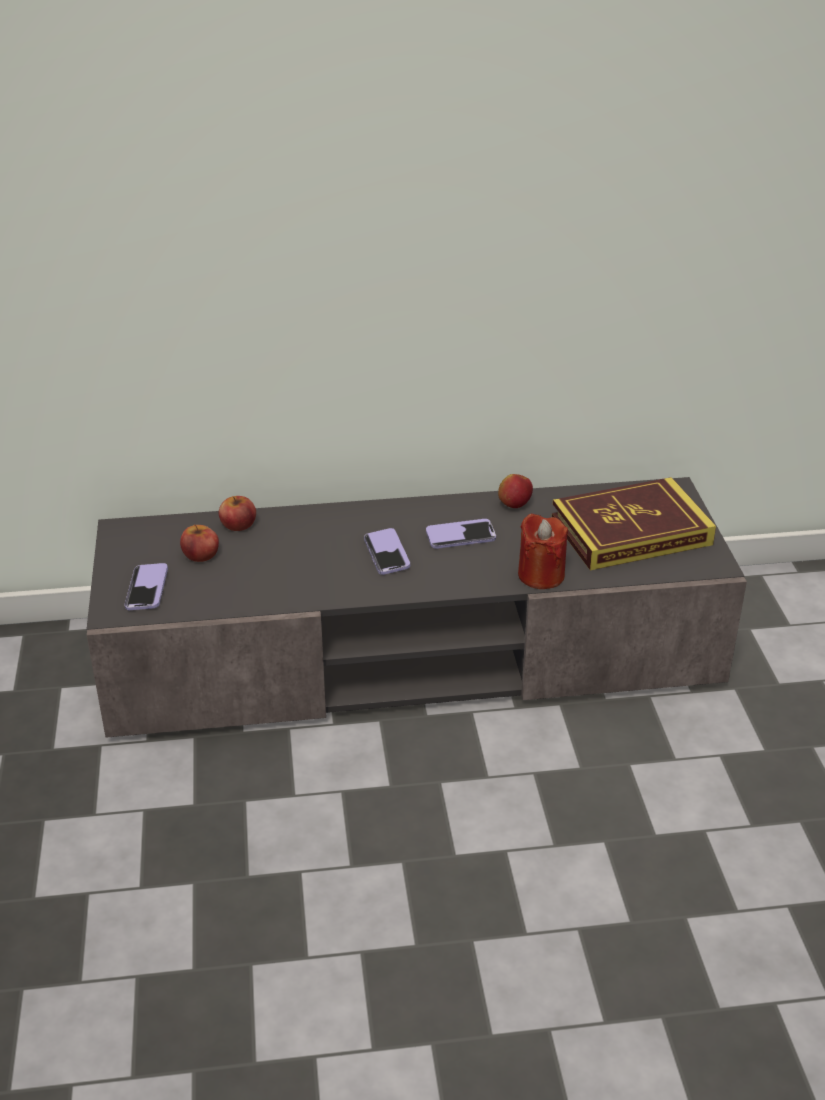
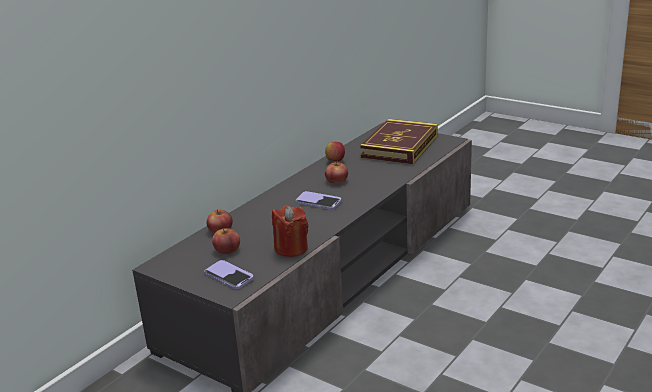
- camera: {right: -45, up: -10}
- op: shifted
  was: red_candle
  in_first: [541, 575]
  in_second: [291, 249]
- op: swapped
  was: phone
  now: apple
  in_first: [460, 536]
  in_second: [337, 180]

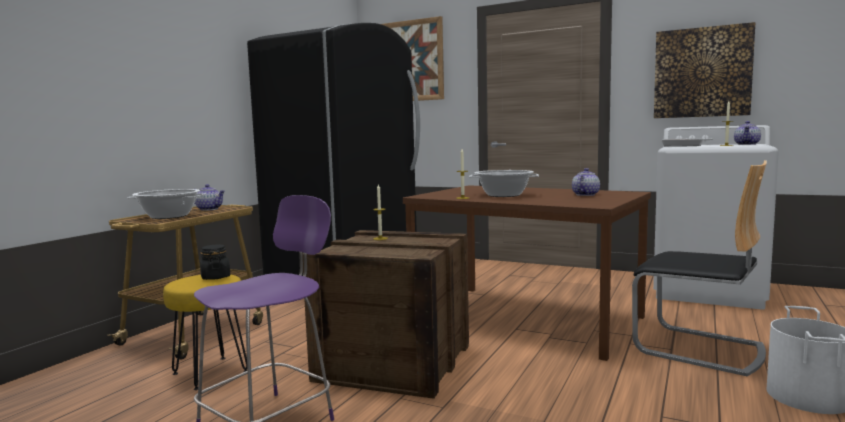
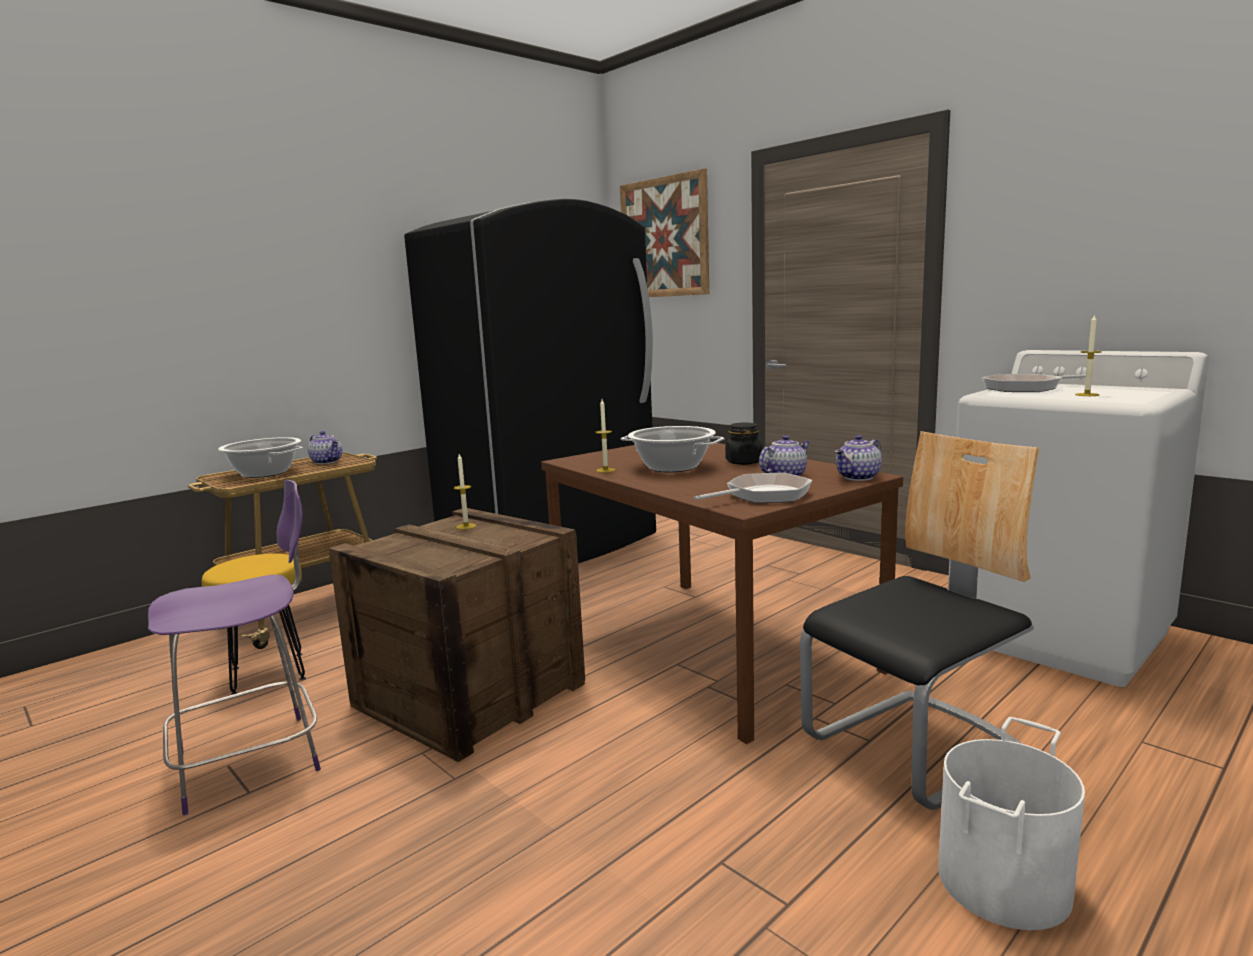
- camera: {right: 20, up: 5}
- op: gone
  was: picture
  in_first: [702, 72]
- op: new
  now: frying_pan
  in_second: [763, 495]
- op: shifted
  was: black_jar
  in_first: [215, 277]
  in_second: [743, 462]
- op: shifted
  was: teapot
  in_first: [747, 144]
  in_second: [858, 477]
- op: rotated
  was: chair
  in_first: [699, 348]
  in_second: [916, 747]
  clockwise: -90

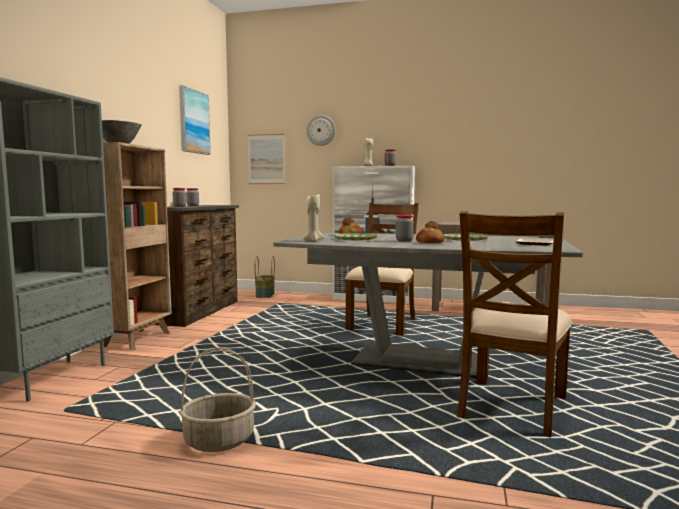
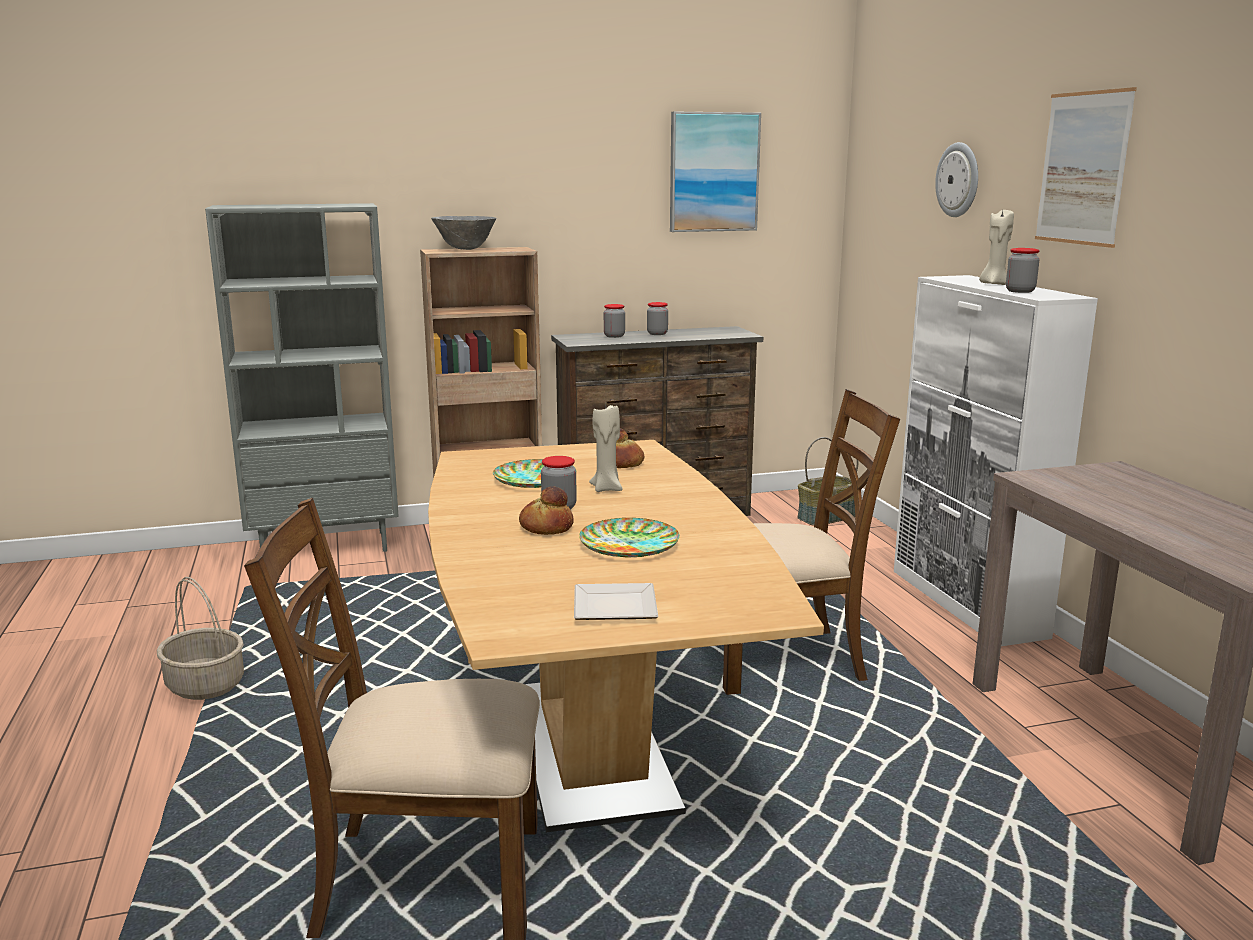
- camera: {right: 60, up: 10}
- op: shifted
  was: picture
  in_first: [266, 159]
  in_second: [1083, 168]
- op: shifted
  was: beige_candle
  in_first: [312, 240]
  in_second: [607, 488]
- op: repainted
  was: grey_dining_table
  now: brown_dining_table
  in_first: [421, 362]
  in_second: [591, 747]

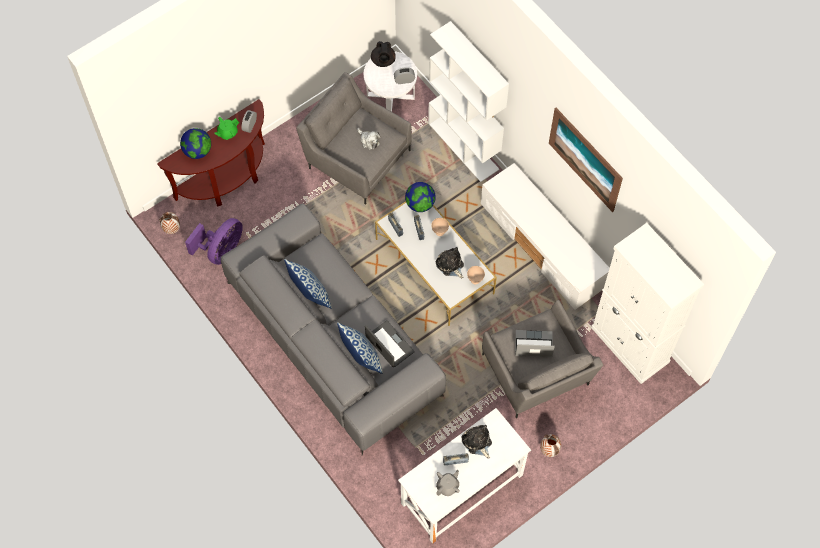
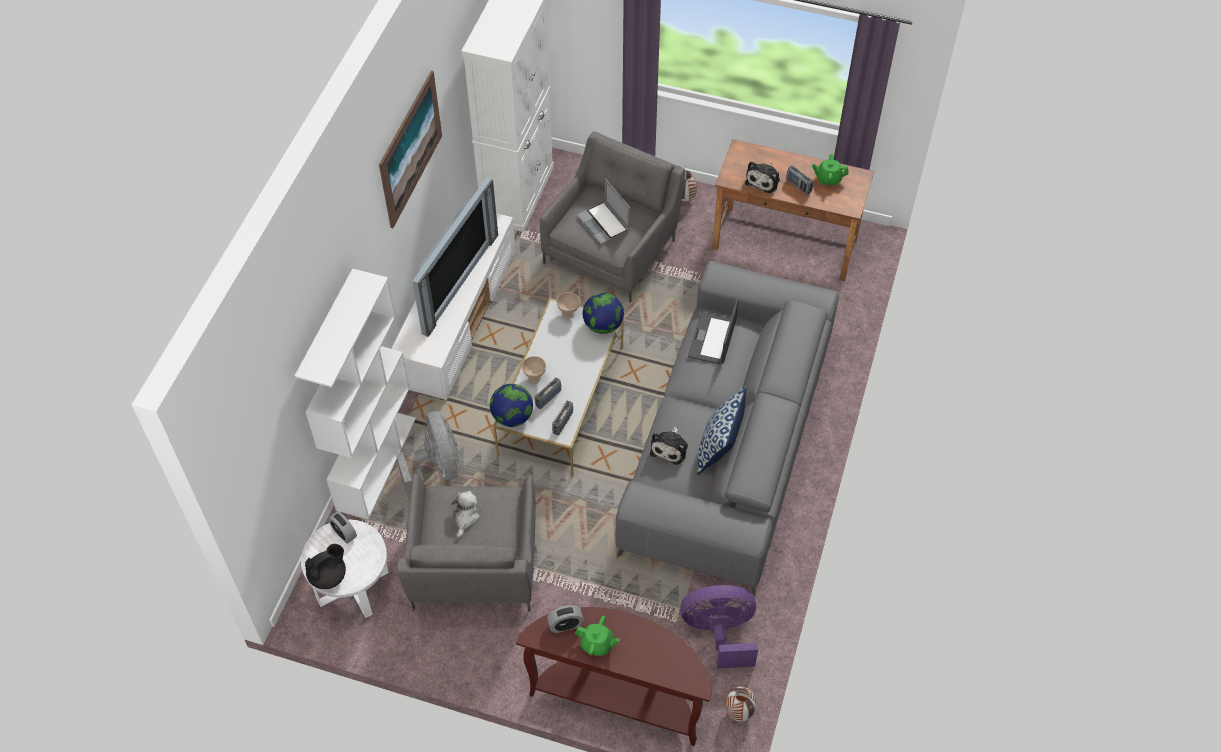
- camera: {right: -125, up: -10}
- op: gone
  was: pillow
  in_first: [361, 357]
- op: new
  now: grey_fan
  in_second: [436, 469]
- op: new
  now: television
  in_second: [456, 281]
- op: shifted
  was: globe
  in_first: [197, 151]
  in_second: [603, 325]
- op: shifted
  was: plush_toy
  in_first: [450, 265]
  in_second: [670, 448]
- op: repainted
  was: white_desk
  now: brown_desk
  in_first: [462, 490]
  in_second: [785, 242]
- op: repainted
  was: grey_teapot
  now: green_teapot
  in_first: [447, 486]
  in_second: [828, 179]

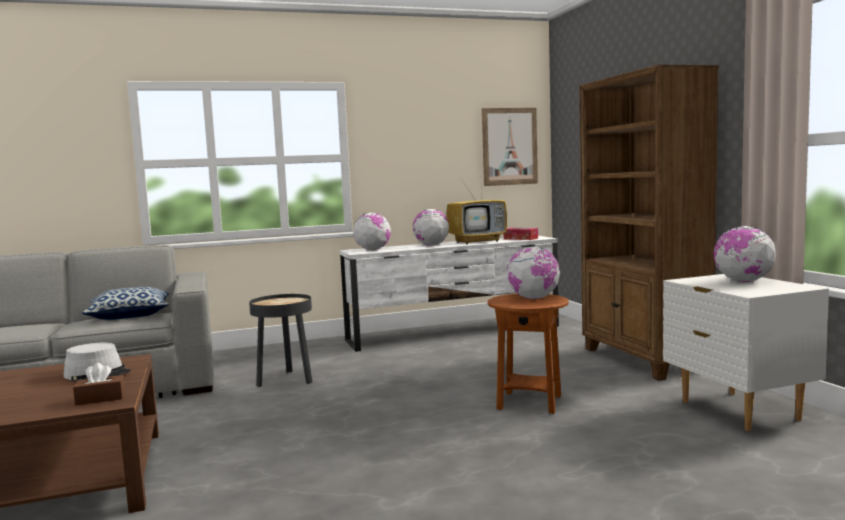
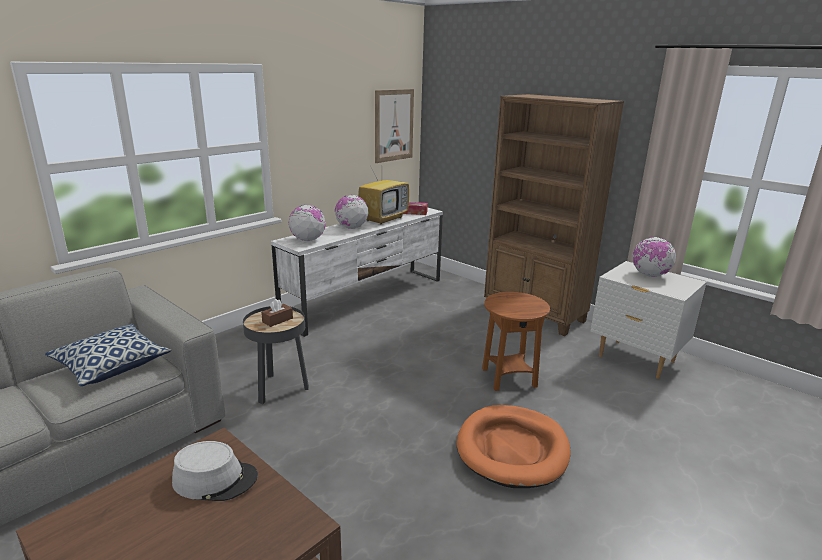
- camera: {right: -30, up: 15}
- op: gone
  was: globe
  in_first: [534, 298]
- op: new
  now: orange_dog_bed
  in_second: [512, 449]
- op: shifted
  was: brown_tissue_box
  in_first: [100, 398]
  in_second: [277, 320]

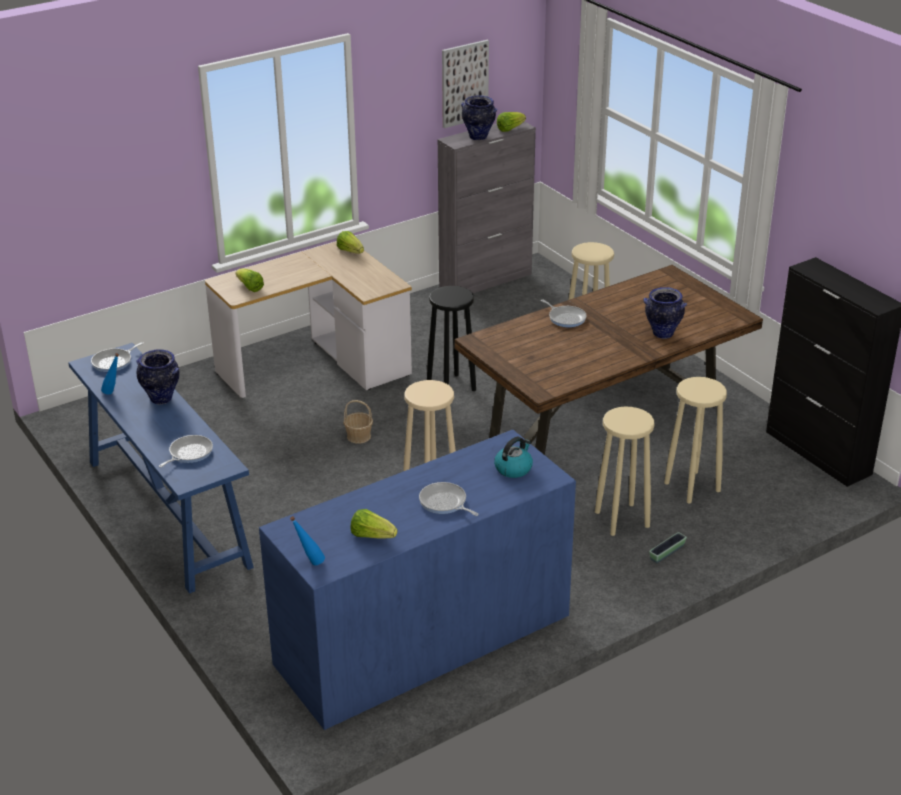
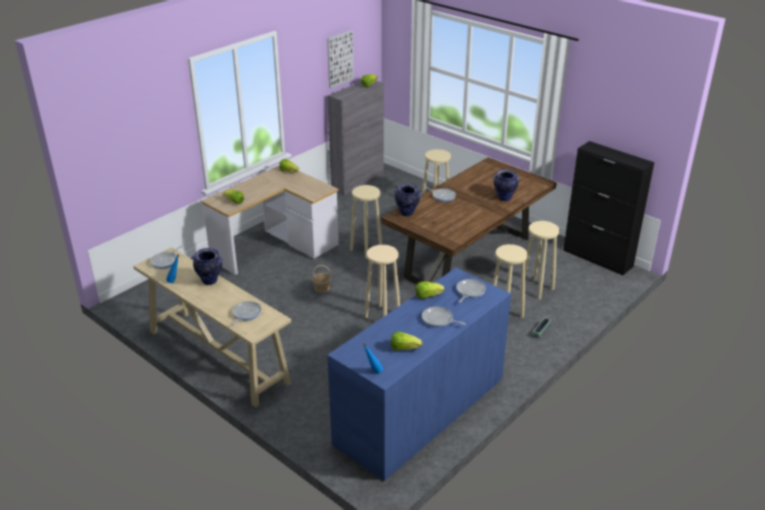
- camera: {right: -15, up: 0}
- op: new
  now: lettuce
  in_second: [427, 296]
- op: shifted
  was: vase
  in_first: [479, 137]
  in_second: [407, 213]
- op: swapped
  was: kettle
  now: frying_pan
  in_first: [513, 468]
  in_second: [469, 291]
- op: repainted
  was: blue_console_table
  now: beige_console_table
  in_first: [167, 512]
  in_second: [217, 356]
- op: repainted
  was: black_stool
  now: beige_stool
  in_first: [452, 387]
  in_second: [366, 249]

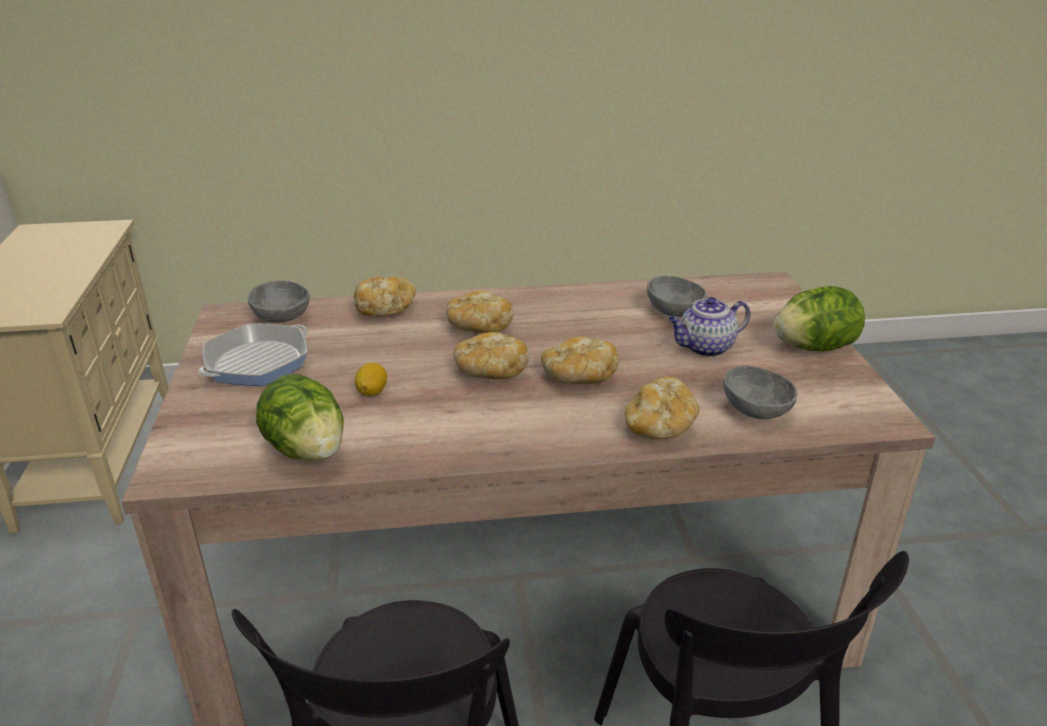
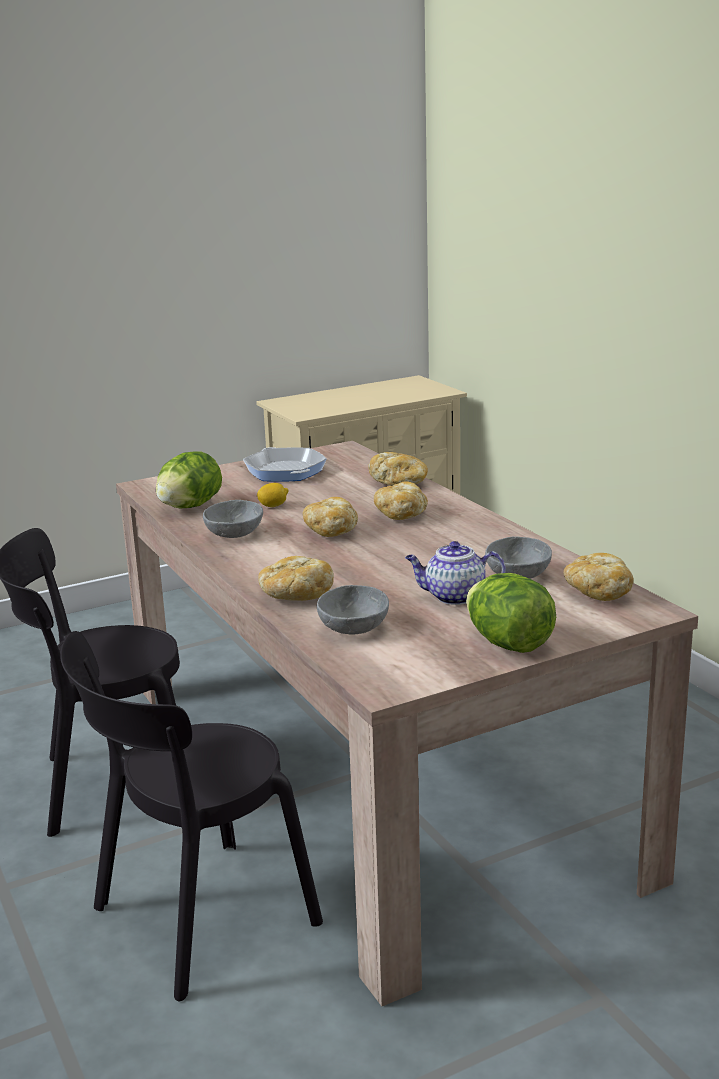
- camera: {right: 70, up: -10}
- op: shifted
  was: grey_bowl
  in_first: [283, 316]
  in_second: [235, 534]
- op: shifted
  was: bread
  in_first: [578, 377]
  in_second: [597, 593]
- op: rotated
  was: frying_pan
  in_first: [257, 362]
  in_second: [285, 471]
  clockwise: 45
- op: rotated
  was: teapot
  in_first: [705, 348]
  in_second: [453, 597]
  clockwise: -45

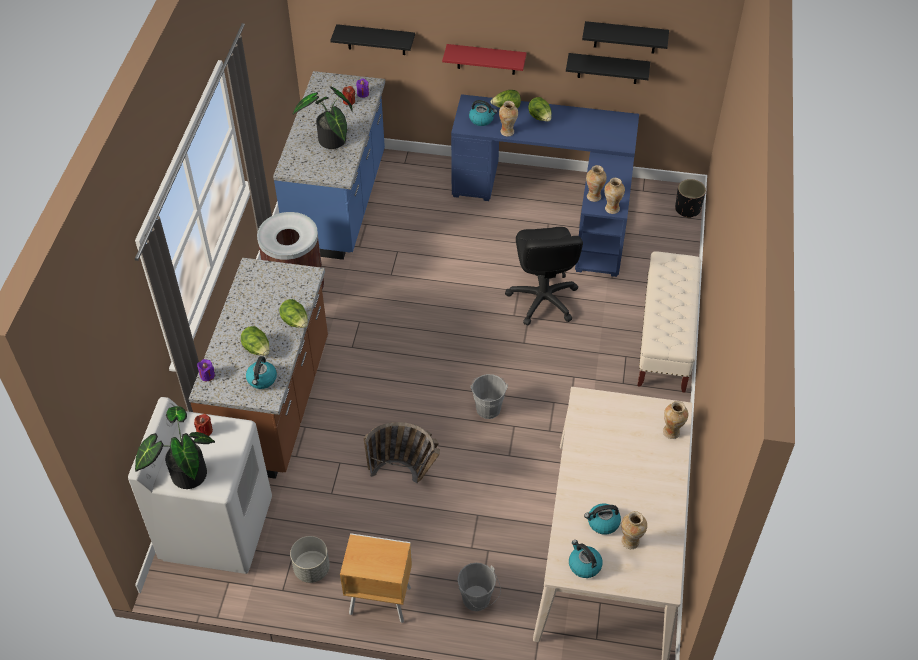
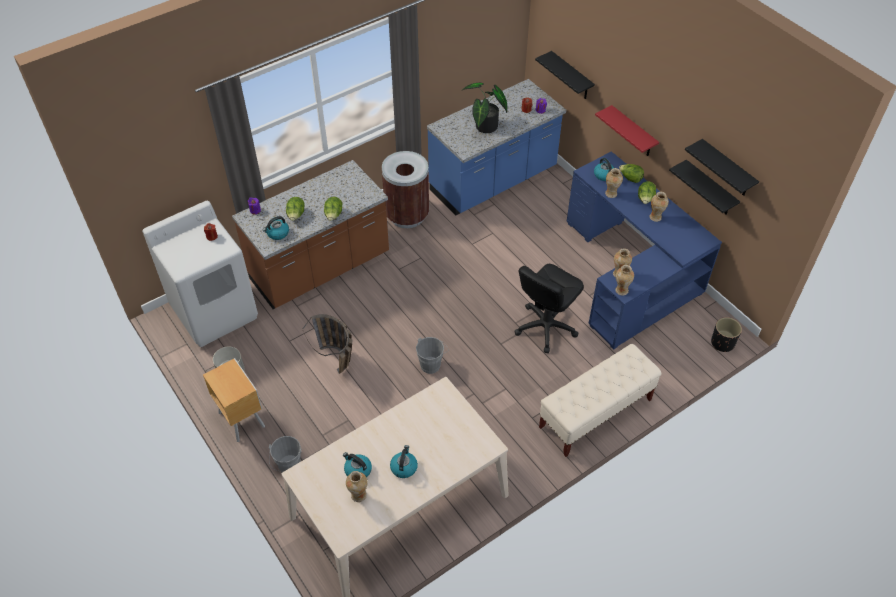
- camera: {right: 45, up: 0}
- op: gone
  was: potted_plant
  in_first: [184, 474]
- op: shifted
  was: kettle
  in_first: [584, 565]
  in_second: [404, 467]
- op: shifted
  was: vase
  in_first: [672, 432]
  in_second: [655, 217]

